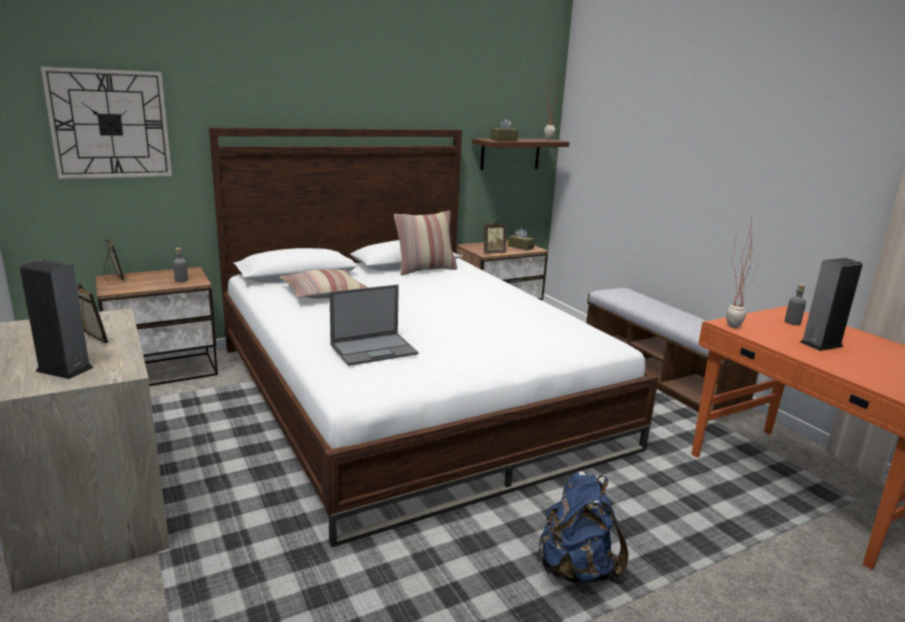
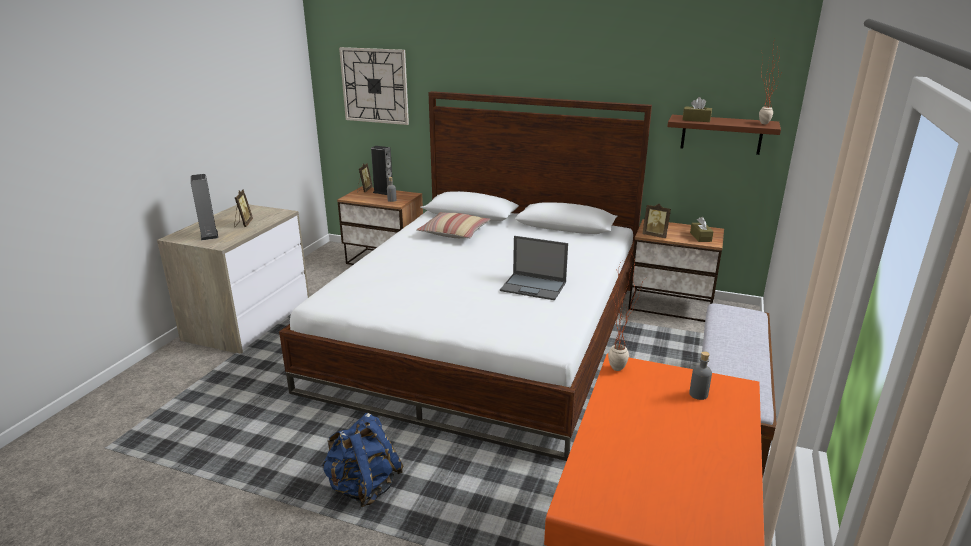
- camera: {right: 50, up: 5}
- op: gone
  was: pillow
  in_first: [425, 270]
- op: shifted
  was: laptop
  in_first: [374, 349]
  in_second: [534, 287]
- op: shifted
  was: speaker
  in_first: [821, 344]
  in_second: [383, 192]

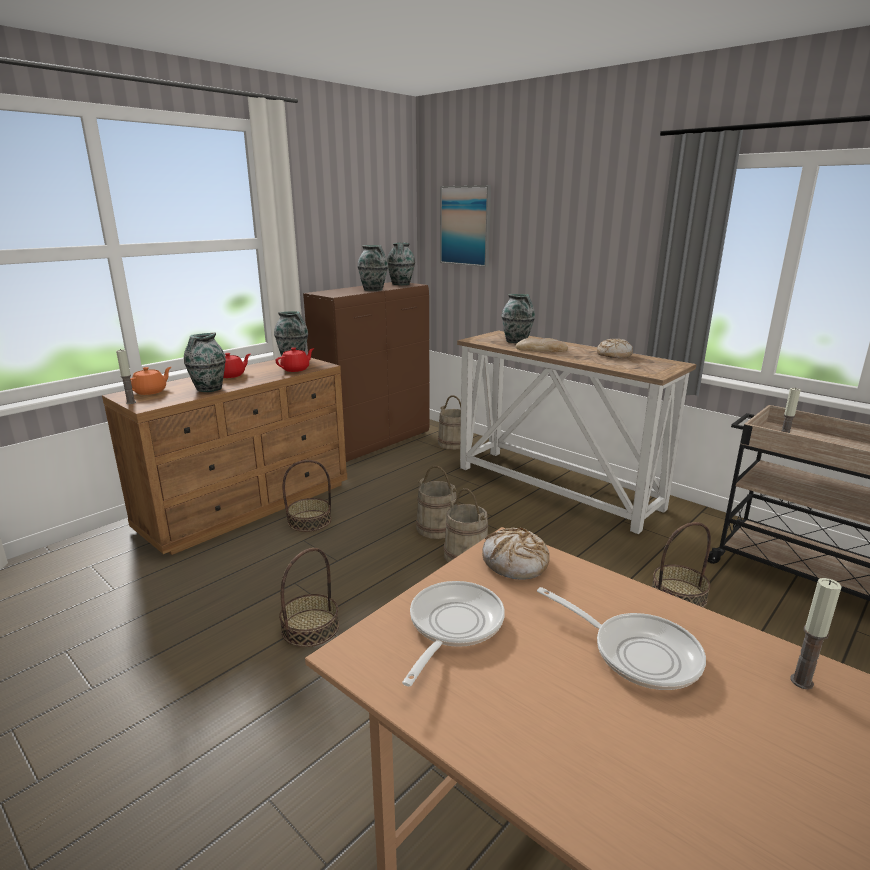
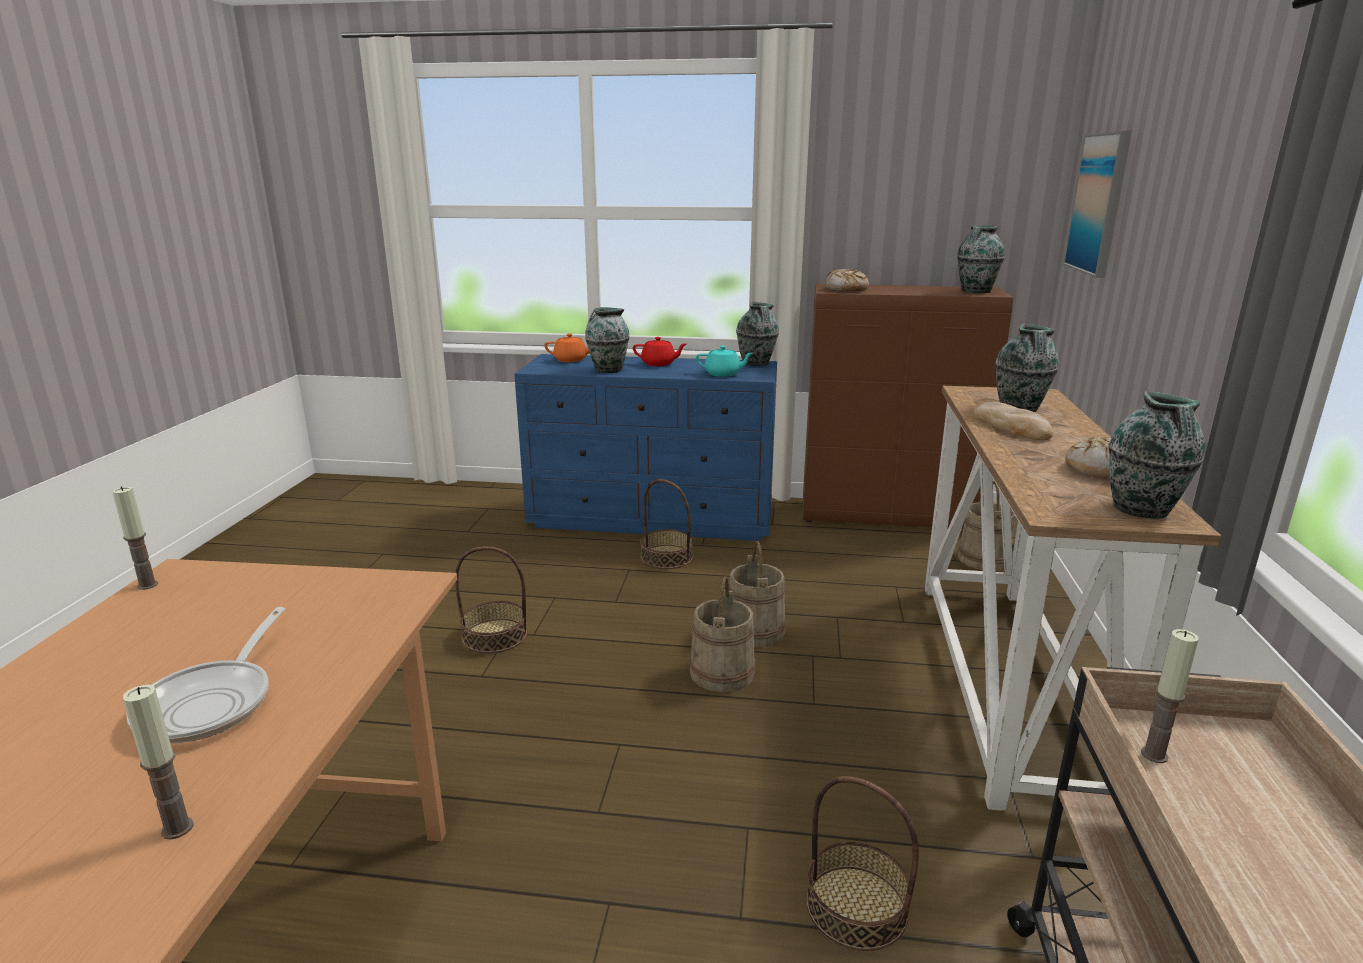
- camera: {right: 55, up: 0}
- op: gone
  was: frying_pan
  in_first: [452, 626]
- op: shifted
  was: candle
  in_first: [131, 402]
  in_second: [147, 585]
- op: shifted
  was: vase
  in_first: [373, 290]
  in_second: [1142, 510]
- op: shifted
  was: bread
  in_first: [515, 563]
  in_second: [846, 289]
- op: repainted
  was: brown_dresser
  now: blue_dresser
  in_first: [248, 505]
  in_second: [653, 518]
- op: repainted
  was: red_teapot
  now: turquoise_teapot
  in_first: [296, 369]
  in_second: [723, 374]

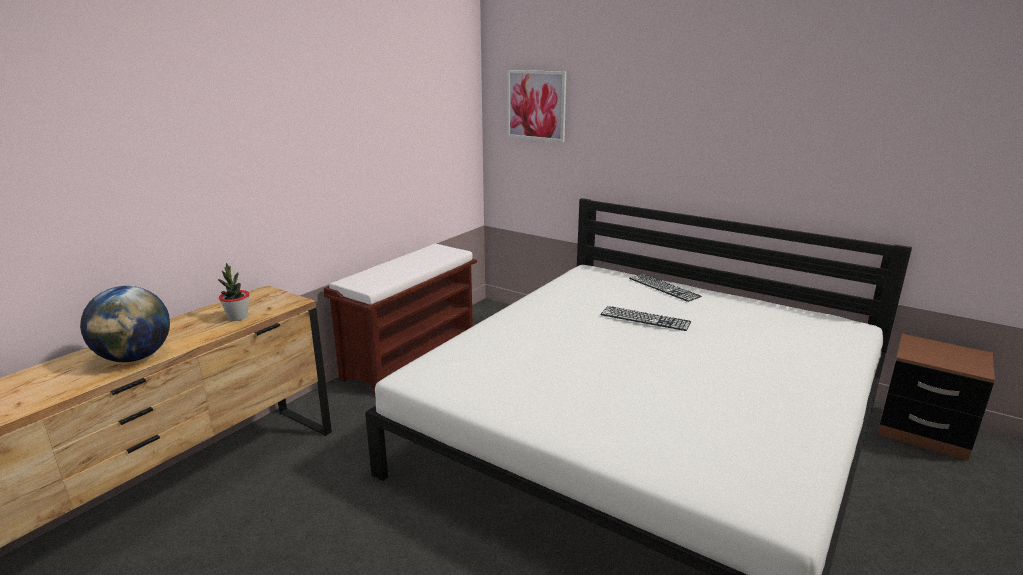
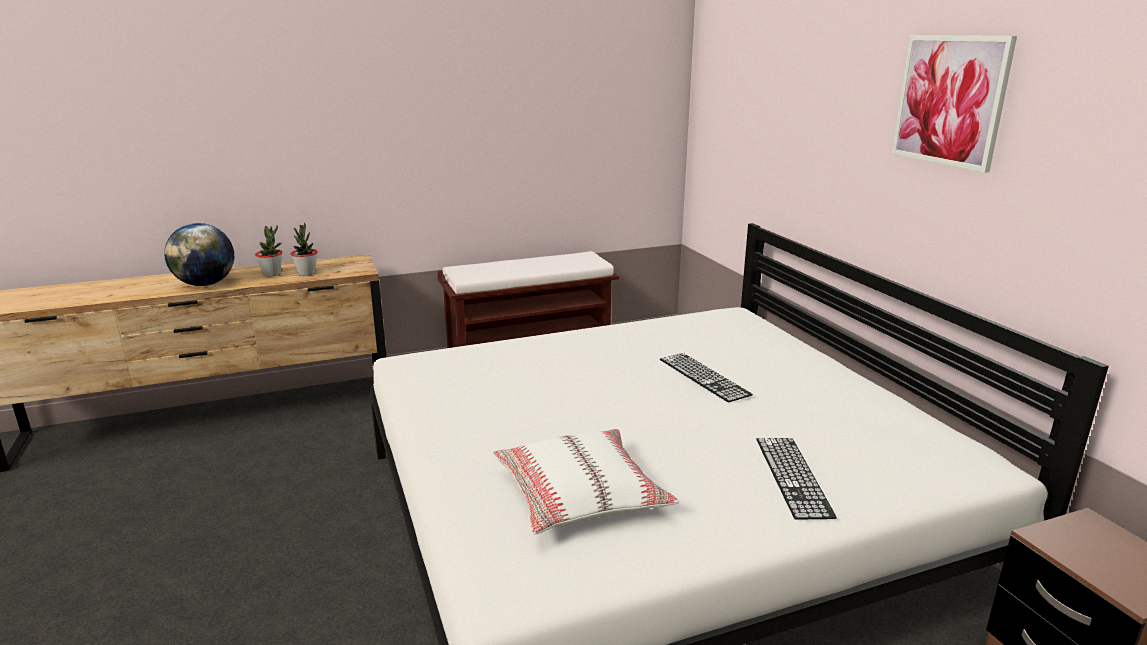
- camera: {right: 35, up: 0}
- op: new
  now: potted_plant
  in_second: [272, 274]
- op: new
  now: white_pillow
  in_second: [580, 495]
- op: shifted
  was: picture
  in_first: [536, 105]
  in_second: [950, 100]
- op: shifted
  was: keyboard
  in_first: [664, 287]
  in_second: [793, 476]

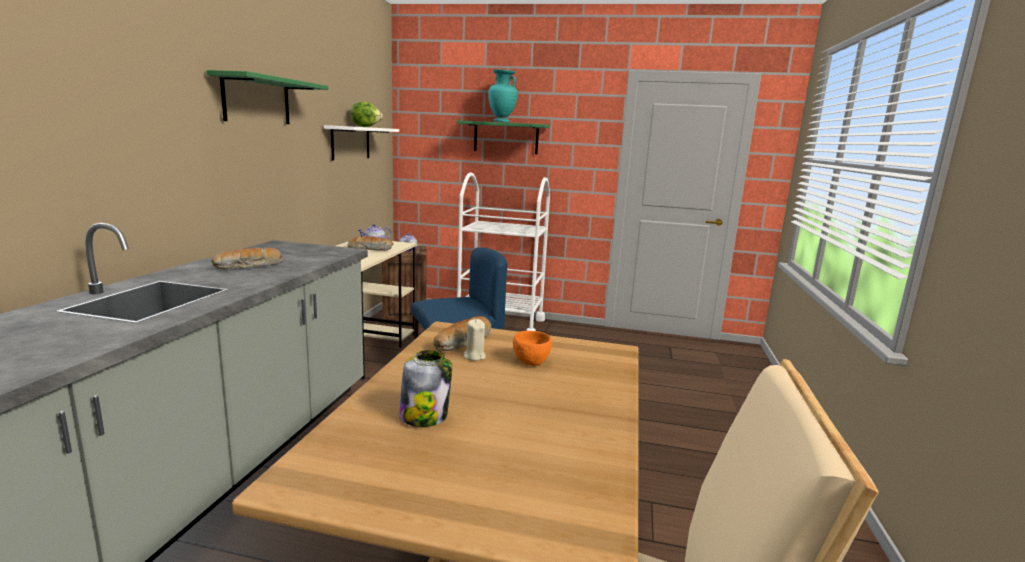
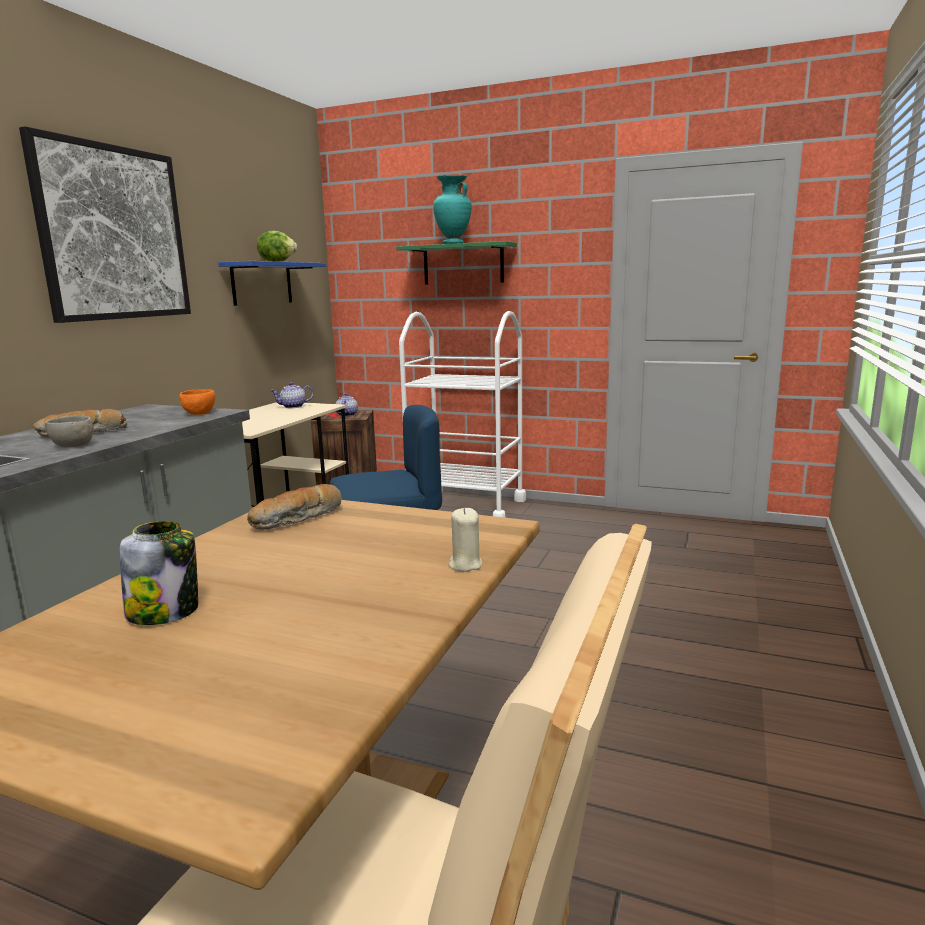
- camera: {right: 10, up: 0}
- op: gone
  was: bread
  in_first: [370, 249]
- op: new
  now: grey_bowl
  in_second: [73, 446]
- op: shifted
  was: beige_candle
  in_first: [474, 356]
  in_second: [465, 565]
- op: shifted
  was: orange_bowl
  in_first: [530, 361]
  in_second: [198, 413]
- op: swapped
  was: green_shelf
  now: picture
  in_first: [257, 100]
  in_second: [114, 233]
- op: repainted
  was: white_shelf
  now: blue_shelf
  in_first: [350, 143]
  in_second: [262, 283]

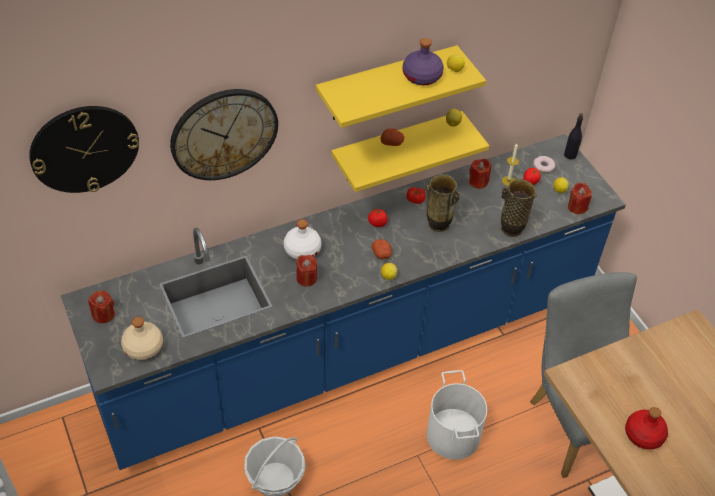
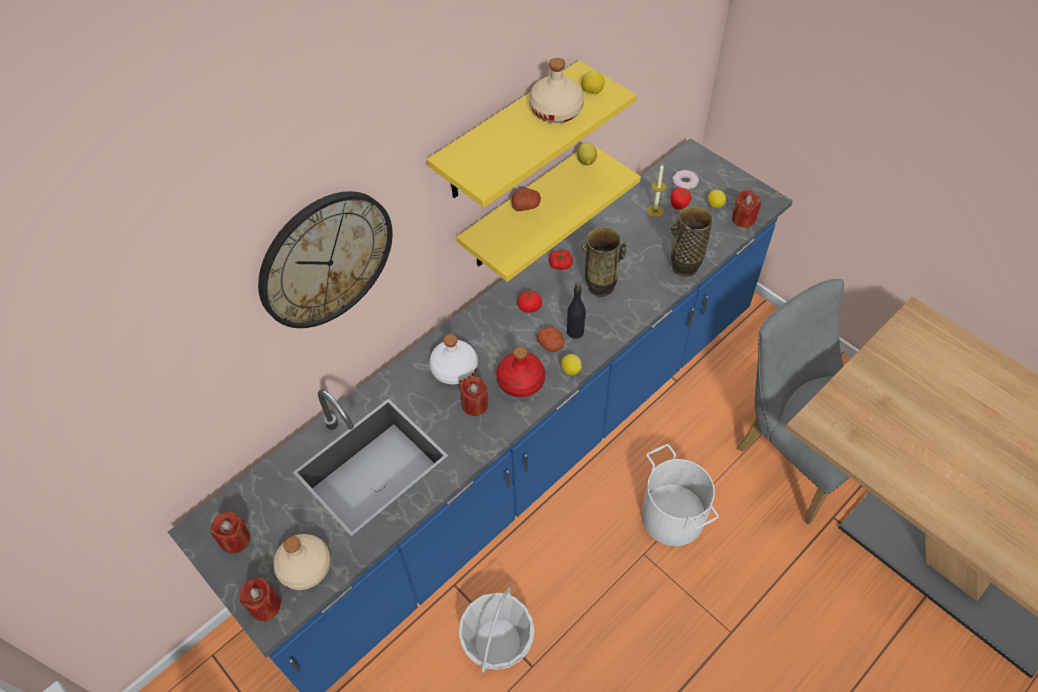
- camera: {right: -15, up: 5}
- op: gone
  was: wall_clock
  in_first: [84, 149]
- op: shifted
  was: red_candle
  in_first: [478, 182]
  in_second: [265, 606]
- op: shifted
  was: black_bottle
  in_first: [570, 155]
  in_second: [575, 331]
- op: shifted
  was: red_bottle
  in_first: [644, 434]
  in_second: [521, 381]
- op: repainted
  was: purple_bottle
  now: beige_bottle
  in_first: [422, 76]
  in_second: [556, 110]

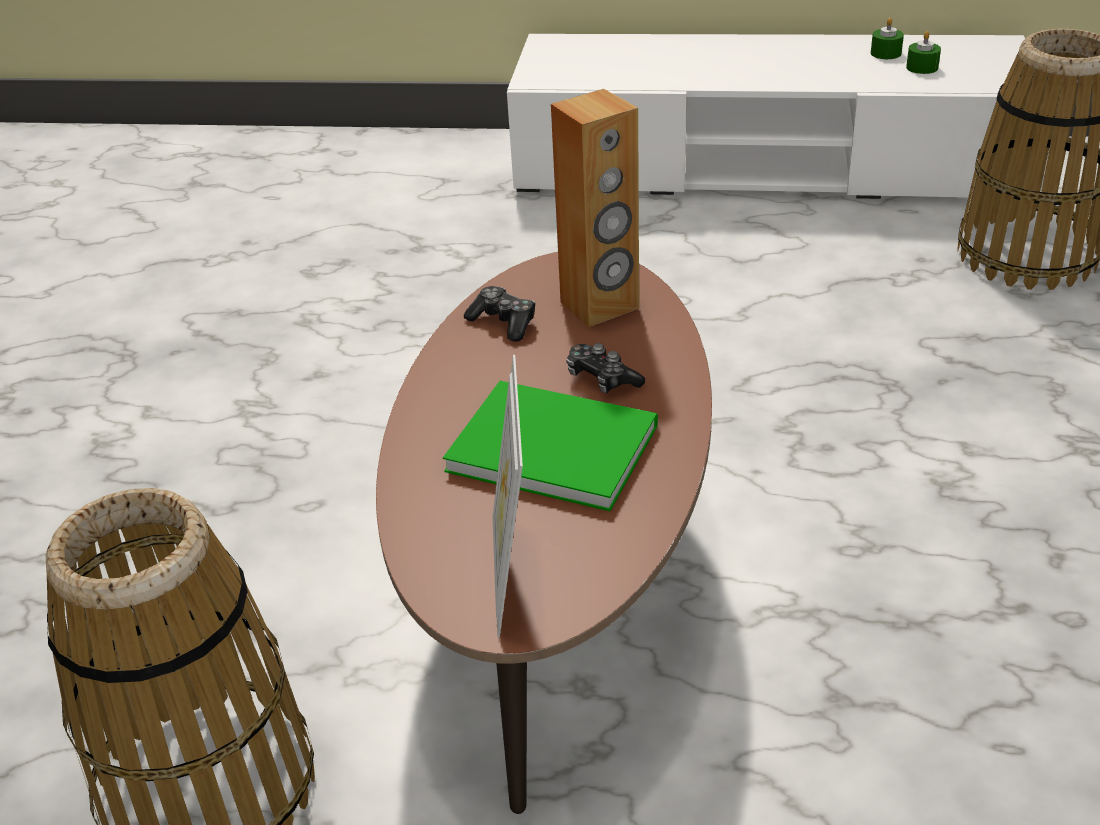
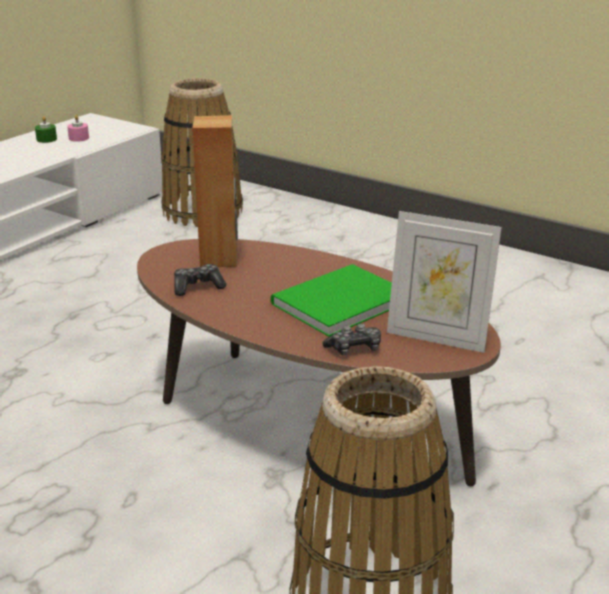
- camera: {right: -65, up: -10}
- op: shifted
  was: game_controller
  in_first: [602, 379]
  in_second: [354, 349]
- op: repainted
  was: green_candle
  now: pink_candle
  in_first: [922, 67]
  in_second: [79, 138]

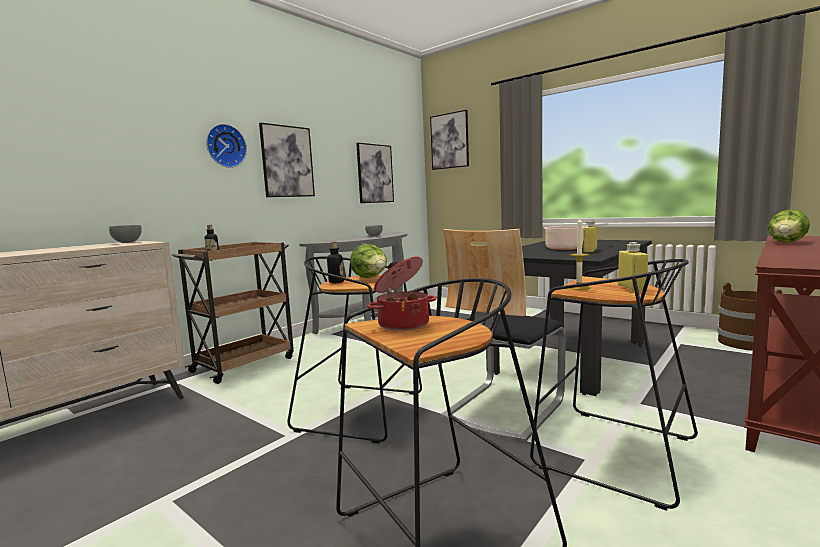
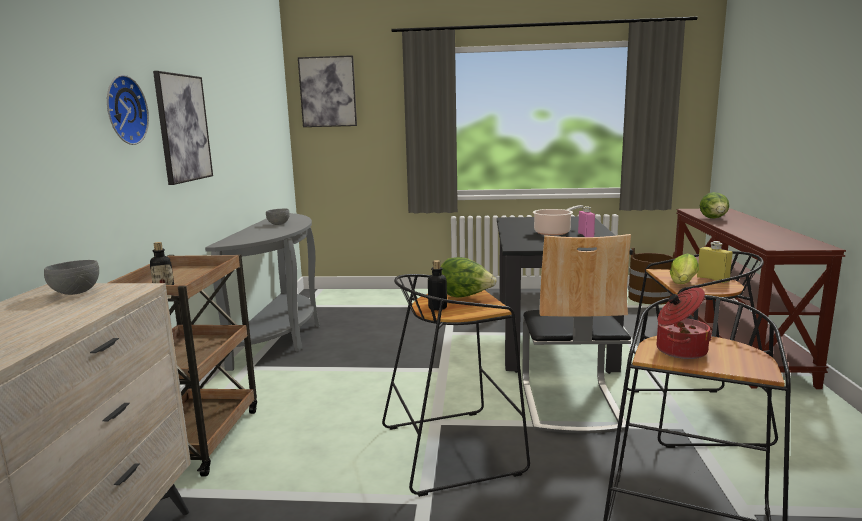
- camera: {right: -35, up: 5}
- op: gone
  was: picture
  in_first: [375, 173]
- op: swapped
  was: candle
  now: lettuce
  in_first: [579, 287]
  in_second: [683, 284]
- op: repainted
  was: yellow_bottle
  now: pink_bottle
  in_first: [590, 250]
  in_second: [586, 235]

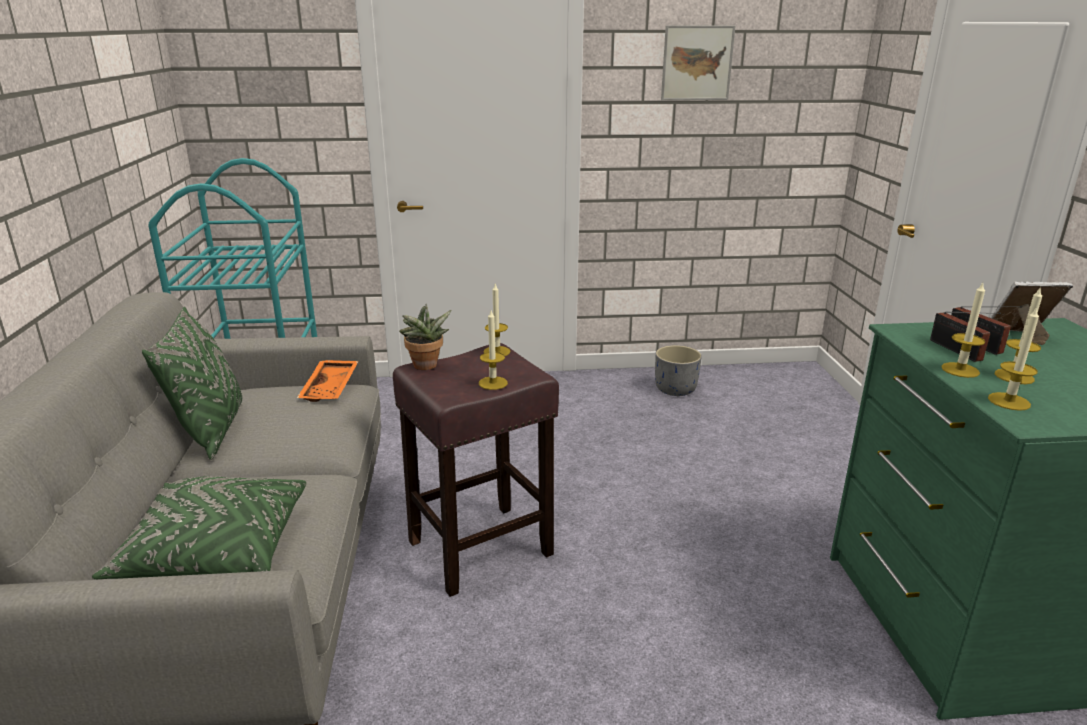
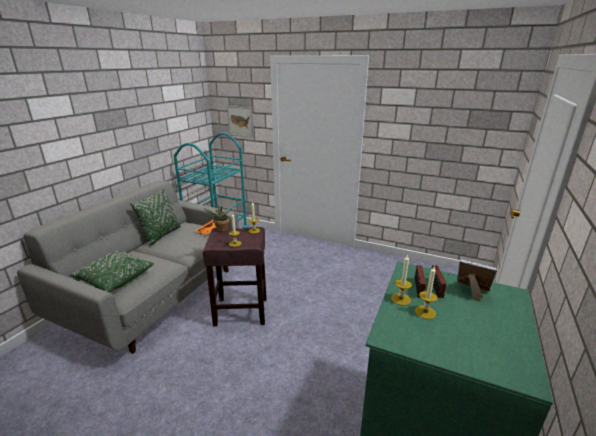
- camera: {right: 30, up: 0}
- op: gone
  was: grey_planter
  in_first: [676, 389]
- op: gone
  was: candle
  in_first: [1009, 401]
- op: shifted
  was: picture
  in_first: [697, 63]
  in_second: [240, 121]

